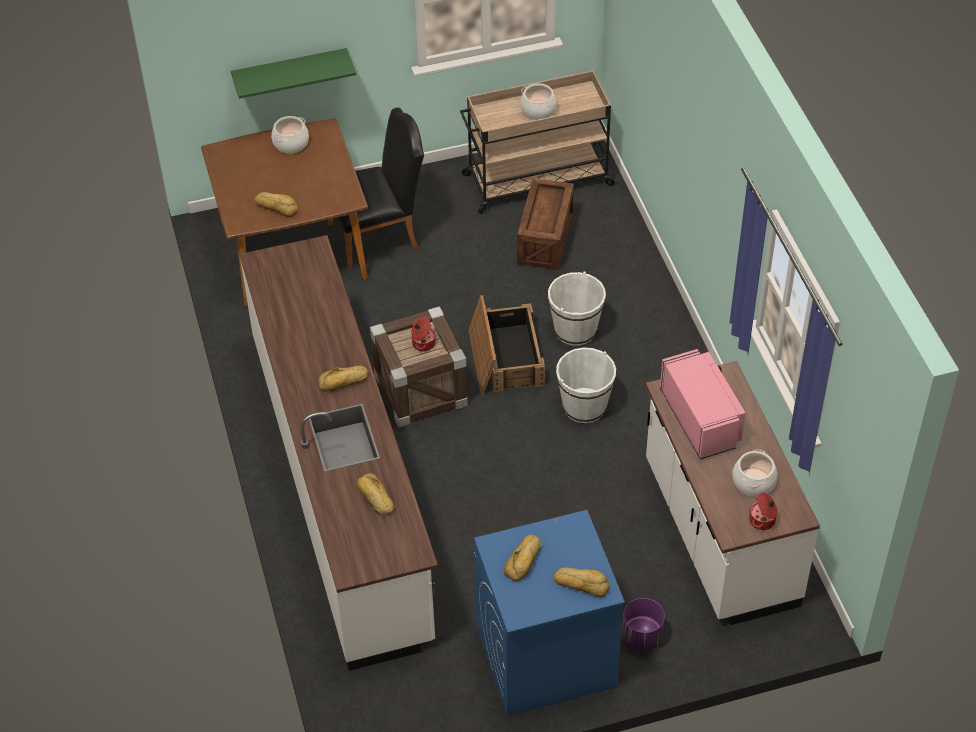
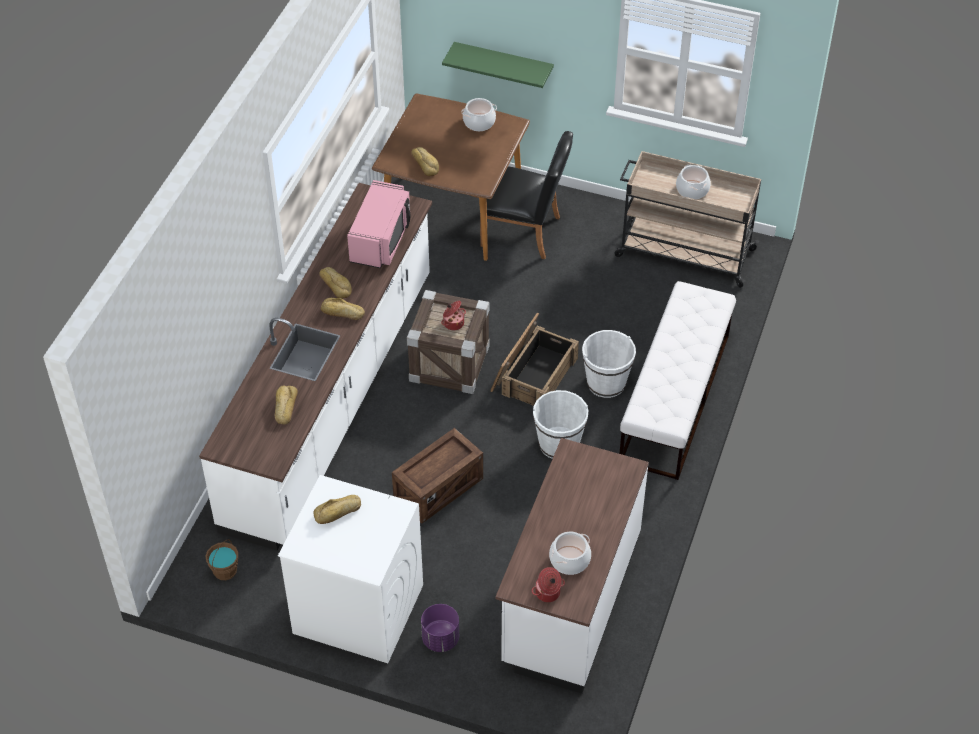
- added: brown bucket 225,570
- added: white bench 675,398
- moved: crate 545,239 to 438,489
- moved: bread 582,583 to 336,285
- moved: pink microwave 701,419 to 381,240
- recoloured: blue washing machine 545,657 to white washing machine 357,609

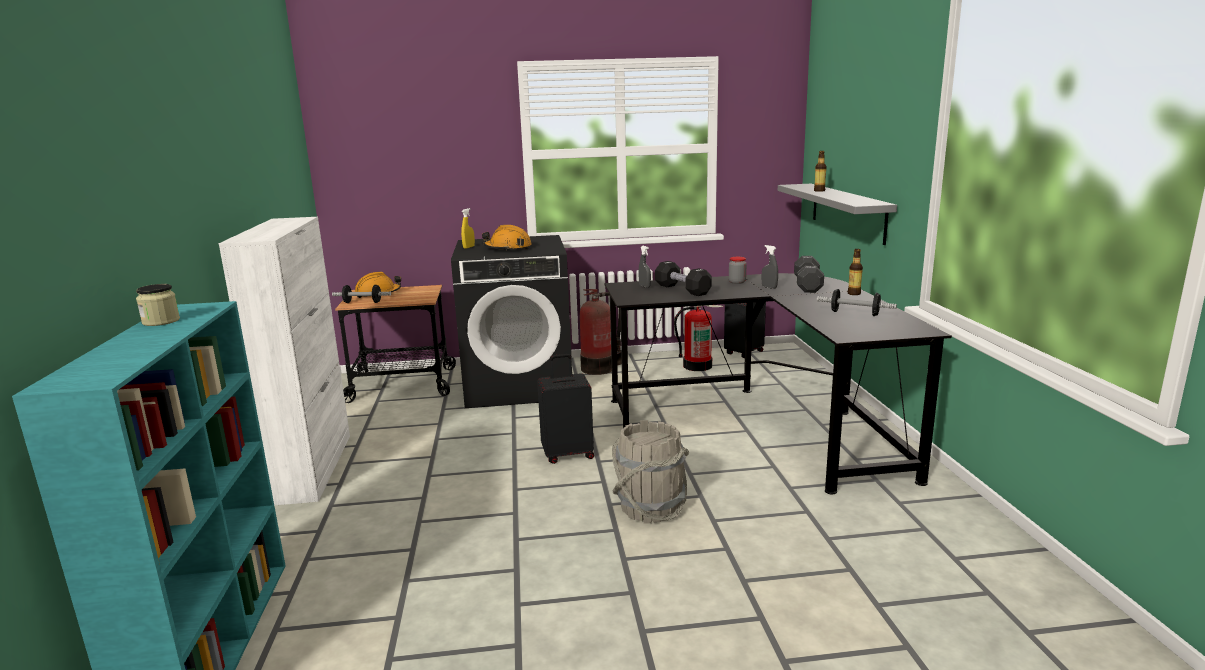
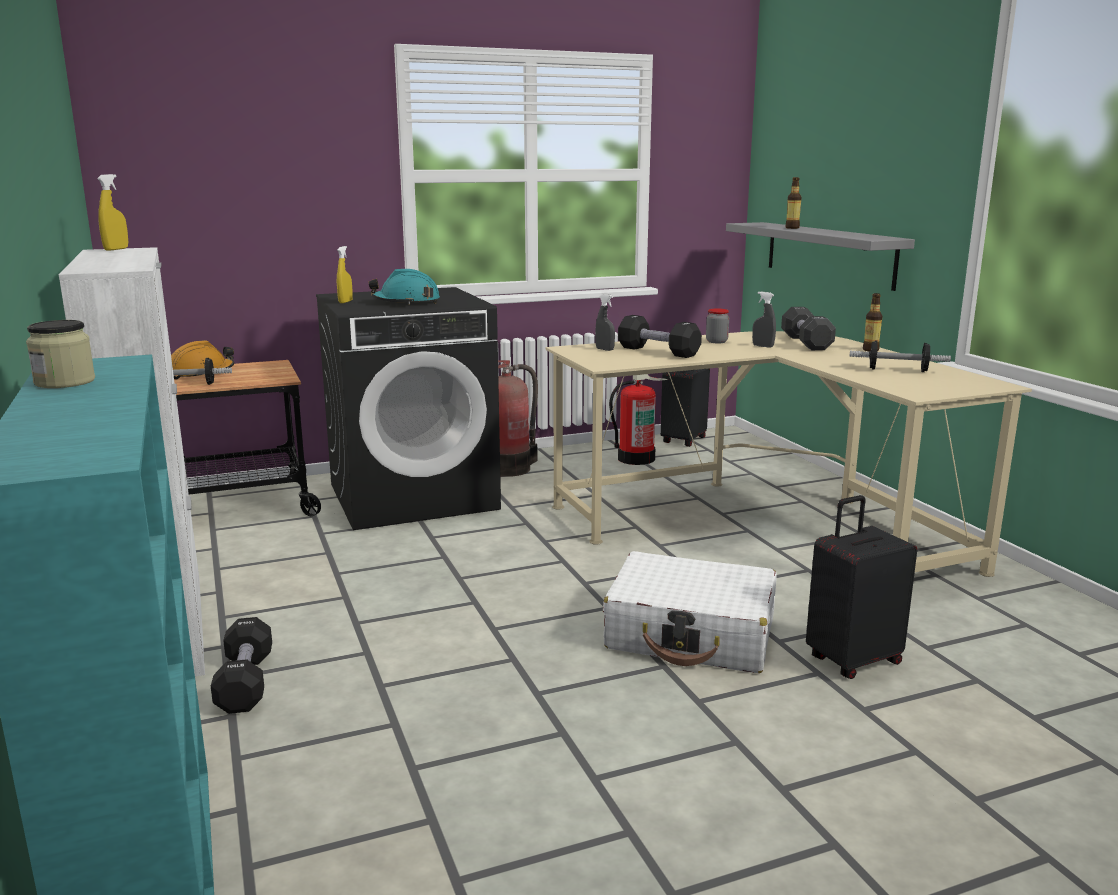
- added: yellow spray bottle 116,249
- added: black dumbbell 245,682
- moved: black suitcase 568,454 to 852,660
- replaced: grey bucket 651,508 to white suitcase 691,634
- recoloured: orange hard hat 508,248 to turquoise hard hat 406,302
- recoloured: black desk 764,423 to beige desk 763,520

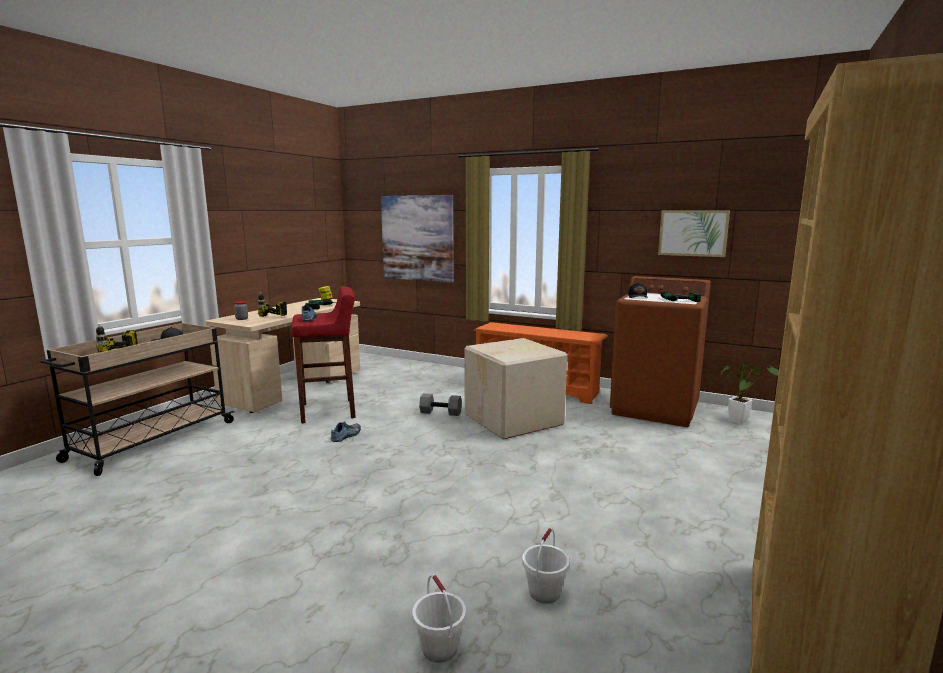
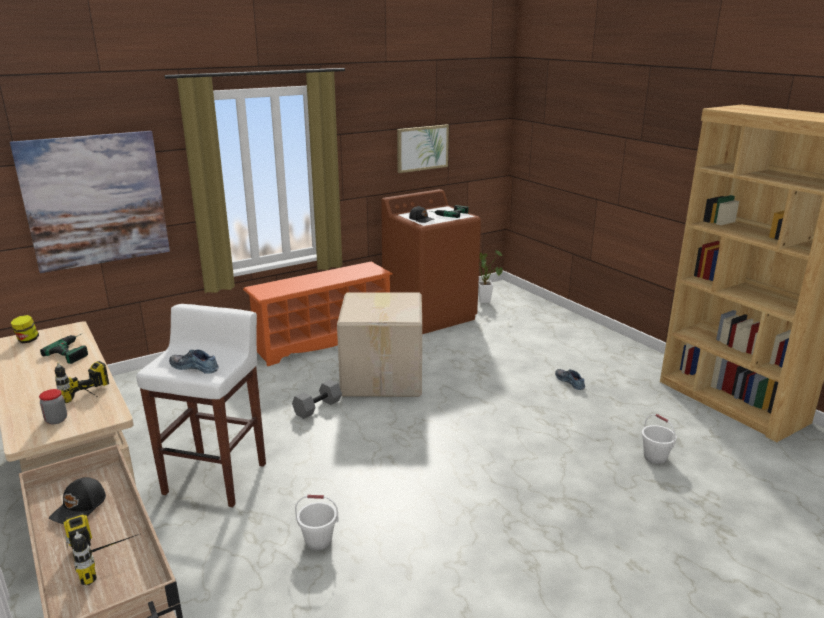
- moved: shoe 347,436 to 570,381
- moved: white bucket 439,648 to 318,541
- recoloured: red stool 329,411 to white stool 216,478

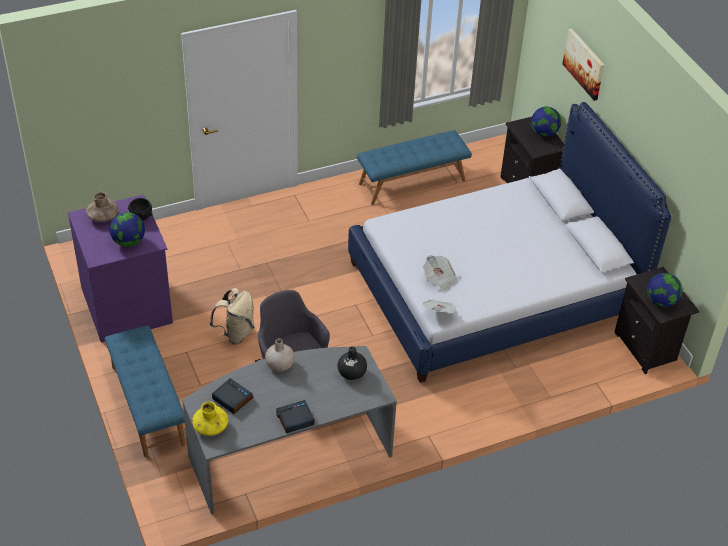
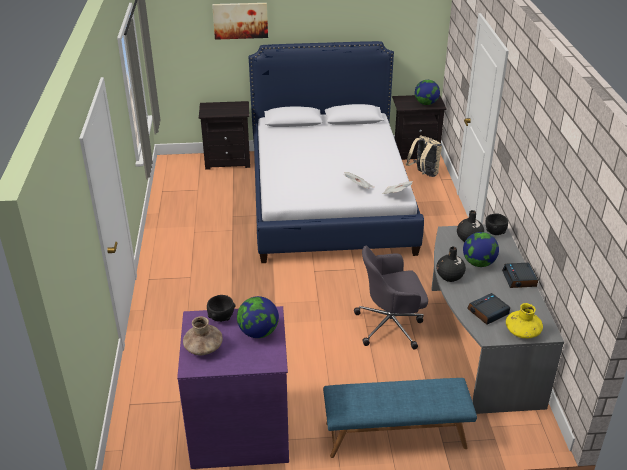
- removed: blue bench 412,181
- added: black bowl 495,232
- moved: beige backpack 236,333 to 423,174
- moved: globe 544,133 to 478,263
- recoloured: beige vase 279,365 to black vase 449,276

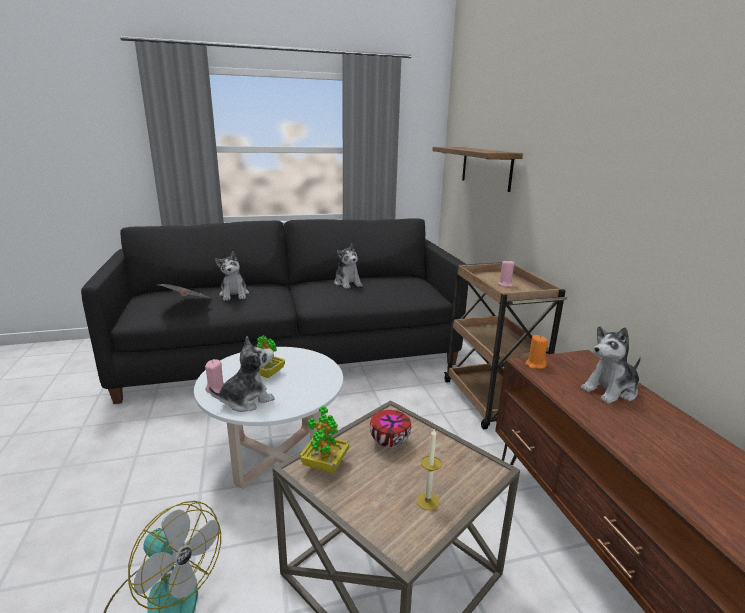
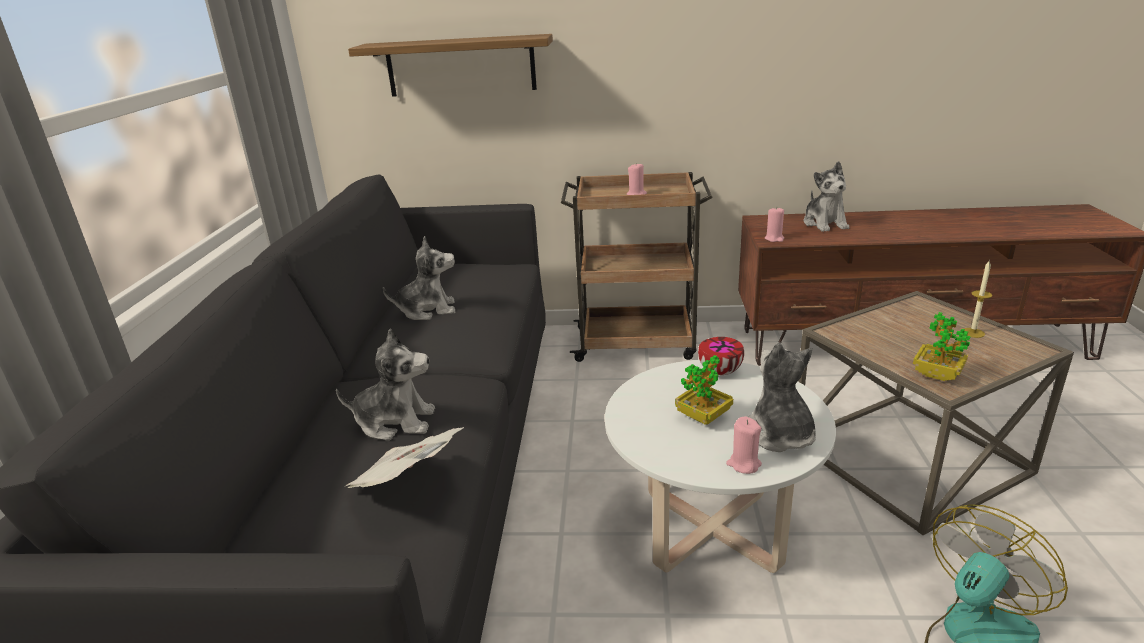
- moved: bowl 389,441 to 718,371
- recoloured: orange candle 535,365 to pink candle 774,238

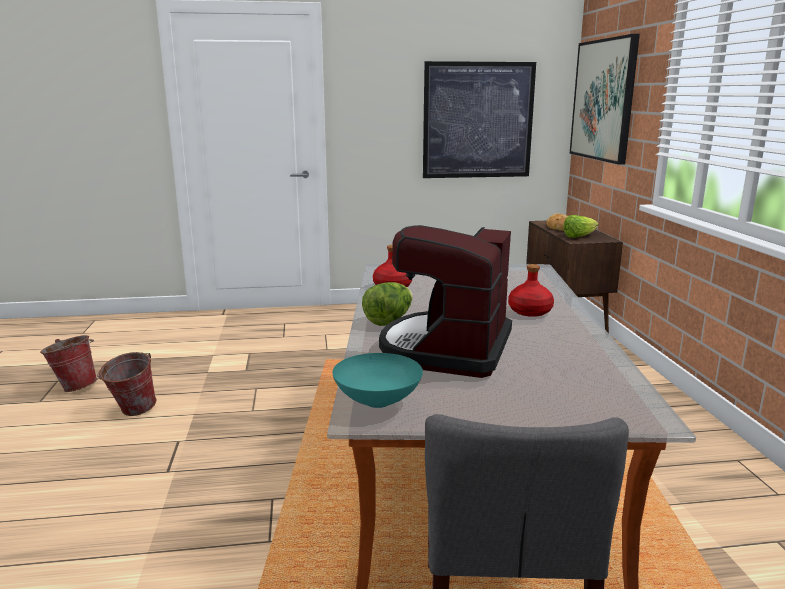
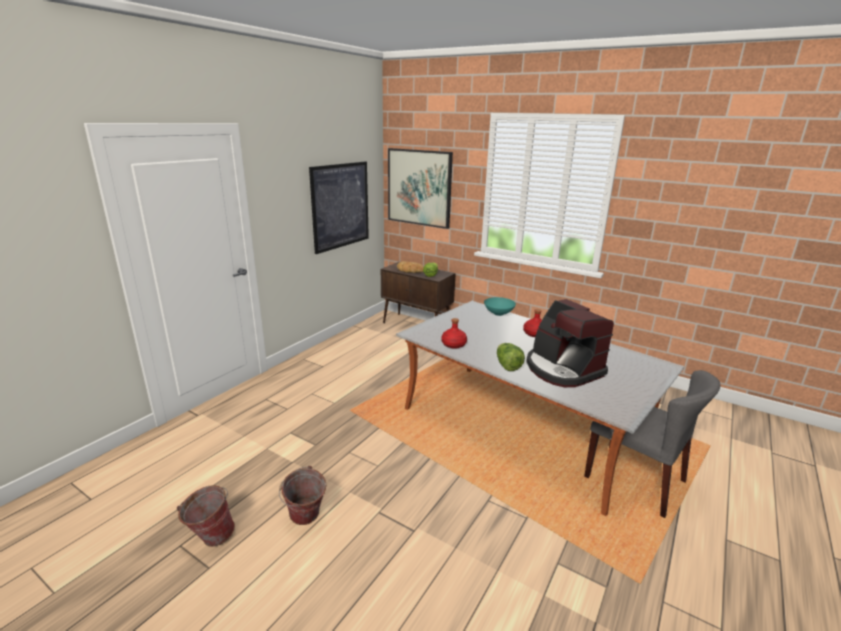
- moved: turquoise bowl 378,400 to 498,313

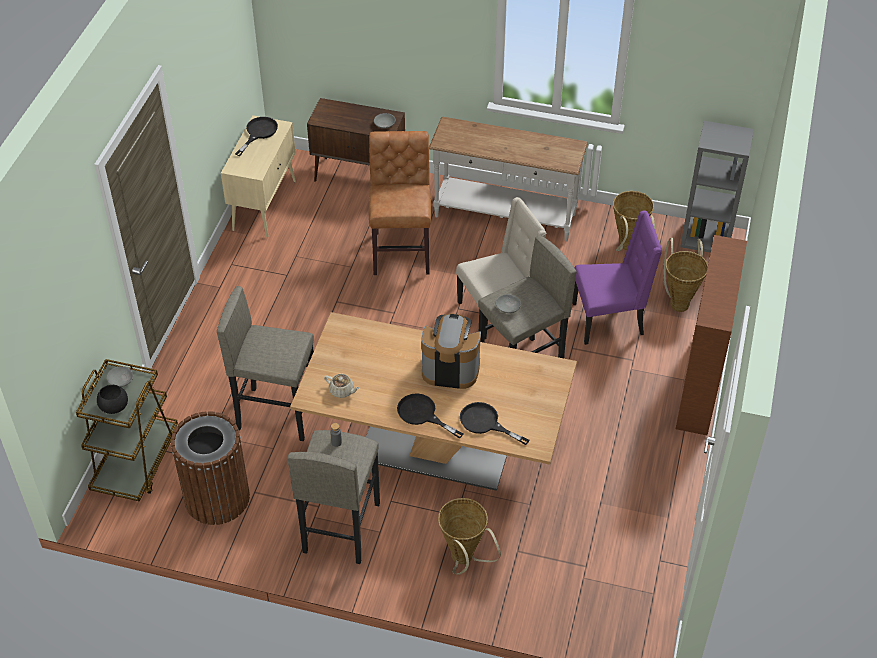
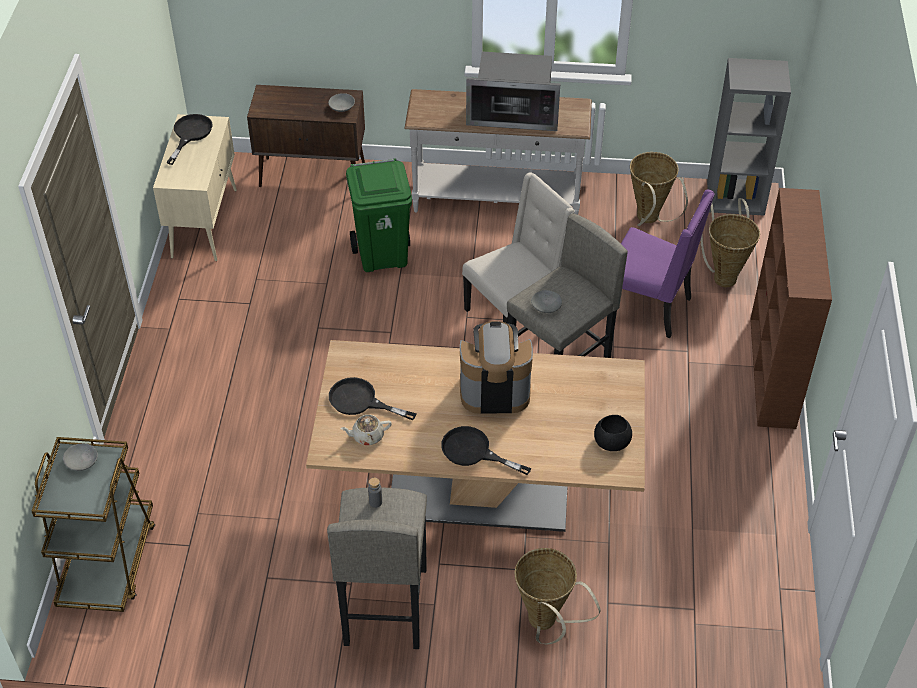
- removed: brown trash can 217,498
- removed: grey stool 277,413
- added: microwave 513,113
- moved: black bowl 113,406 to 611,442
- moved: black frying pan 485,423 to 360,401
- replaced: brown chair 401,250 to green trash can 383,256
- turned: beige teapot 342,391 = 367,436 150 degrees clockwise
- turned: purple chair 609,320 = 648,307 45 degrees clockwise

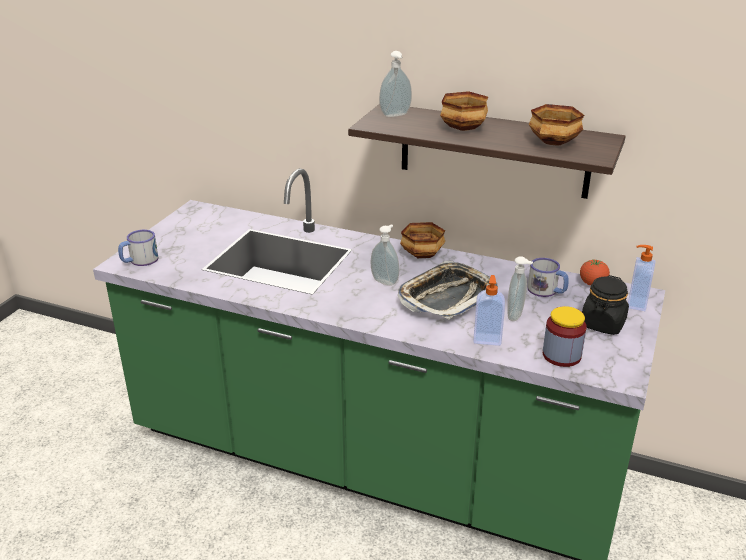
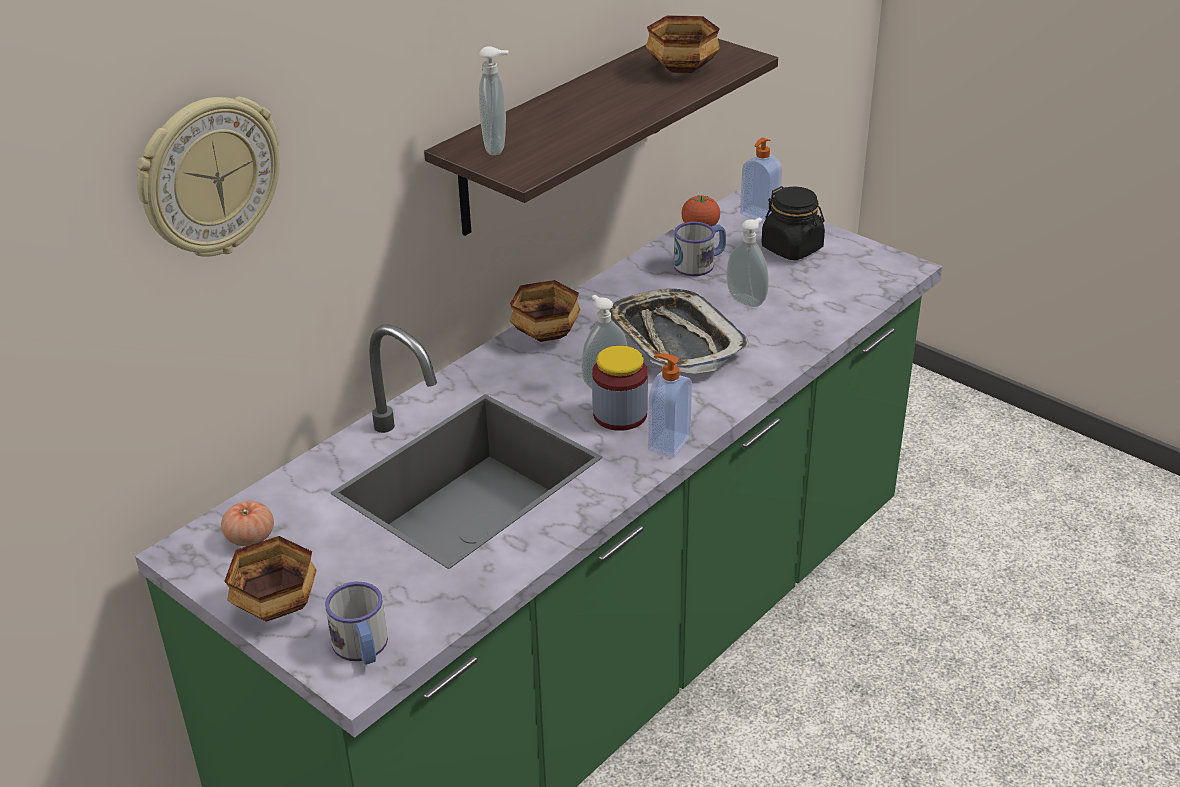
- added: wall clock 209,177
- added: tomato 250,537
- moved: bowl 461,128 to 275,608
- moved: soap dispenser 487,338 to 667,443
- moved: jar 561,355 to 620,414

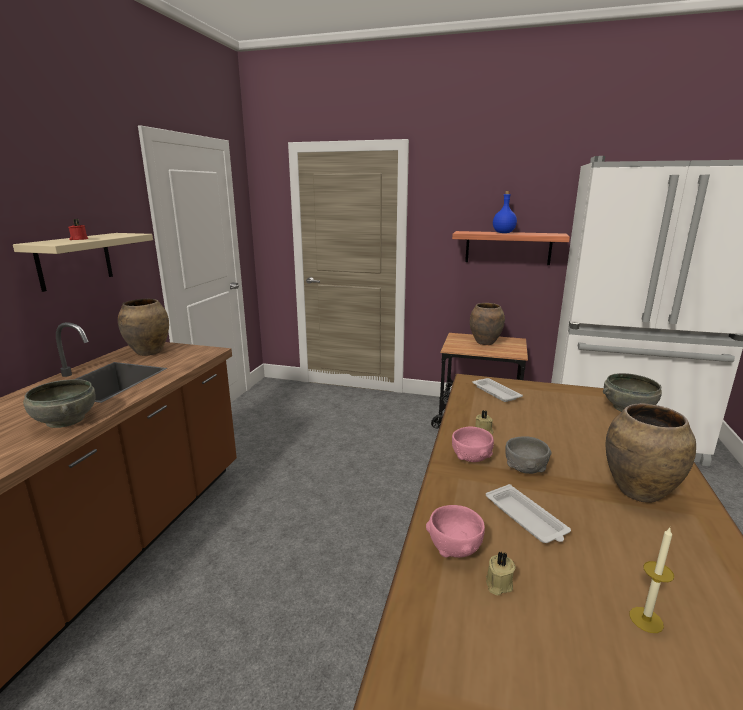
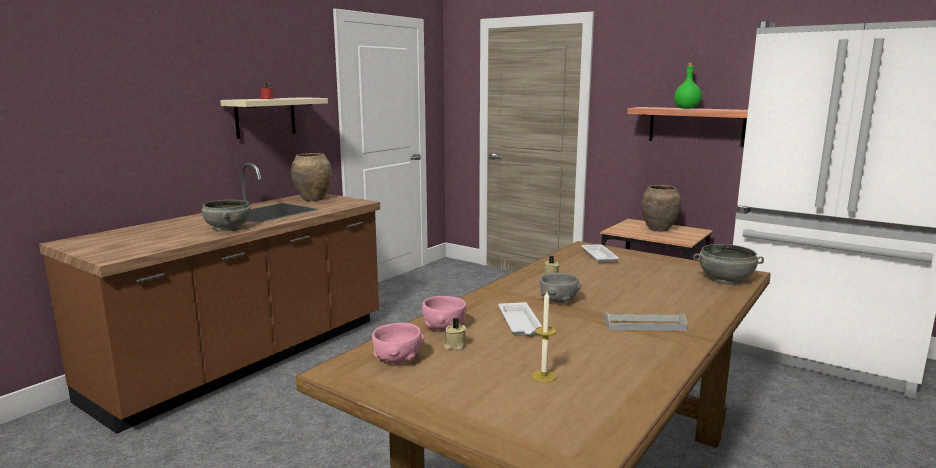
- moved: pink bowl 471,457 to 397,359
- replaced: brown vase 639,492 to grey tray 644,325
- recoloured: blue bottle 504,233 to green bottle 686,108

